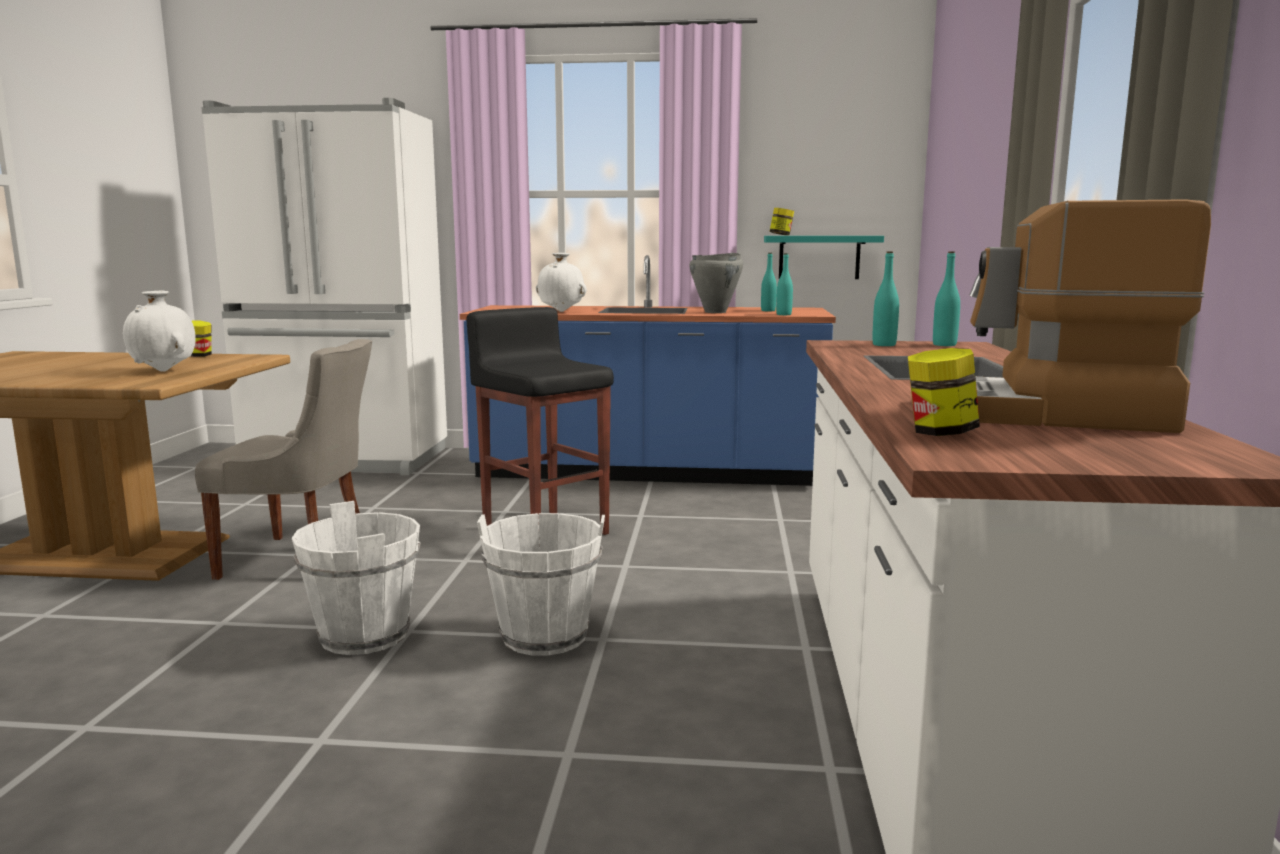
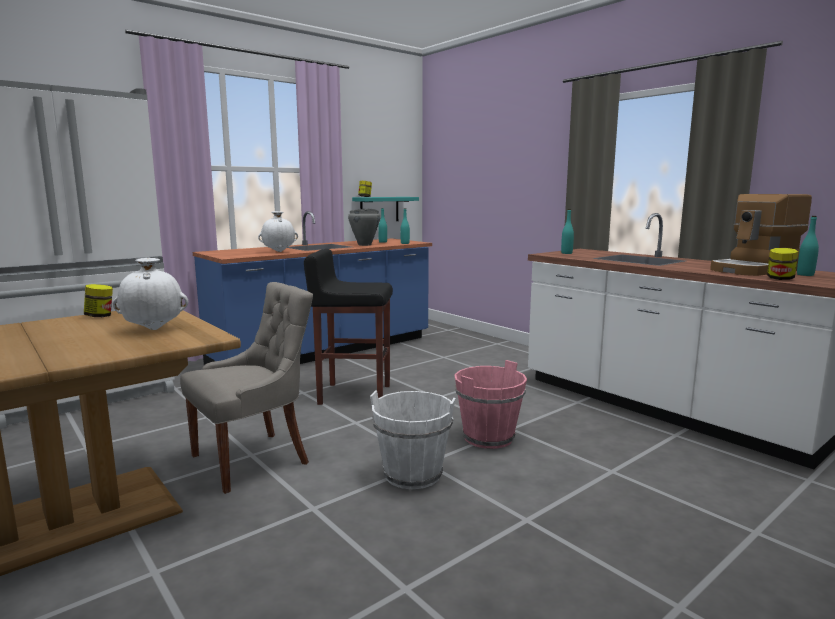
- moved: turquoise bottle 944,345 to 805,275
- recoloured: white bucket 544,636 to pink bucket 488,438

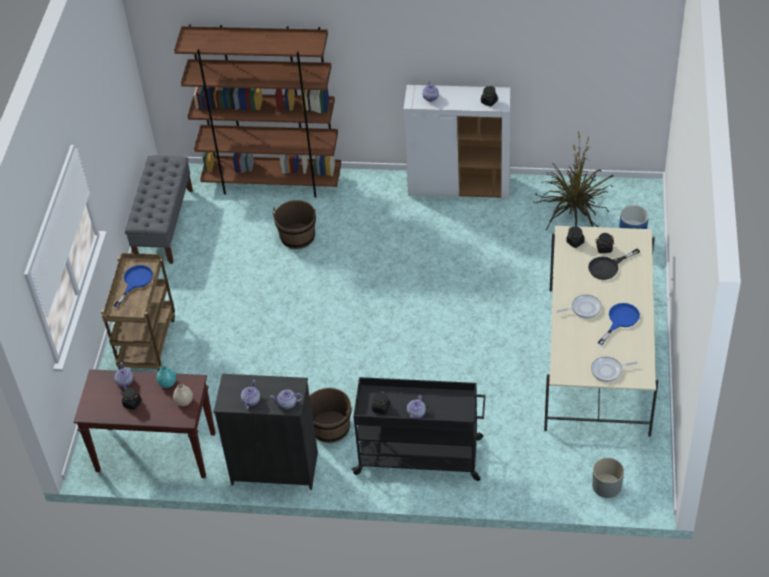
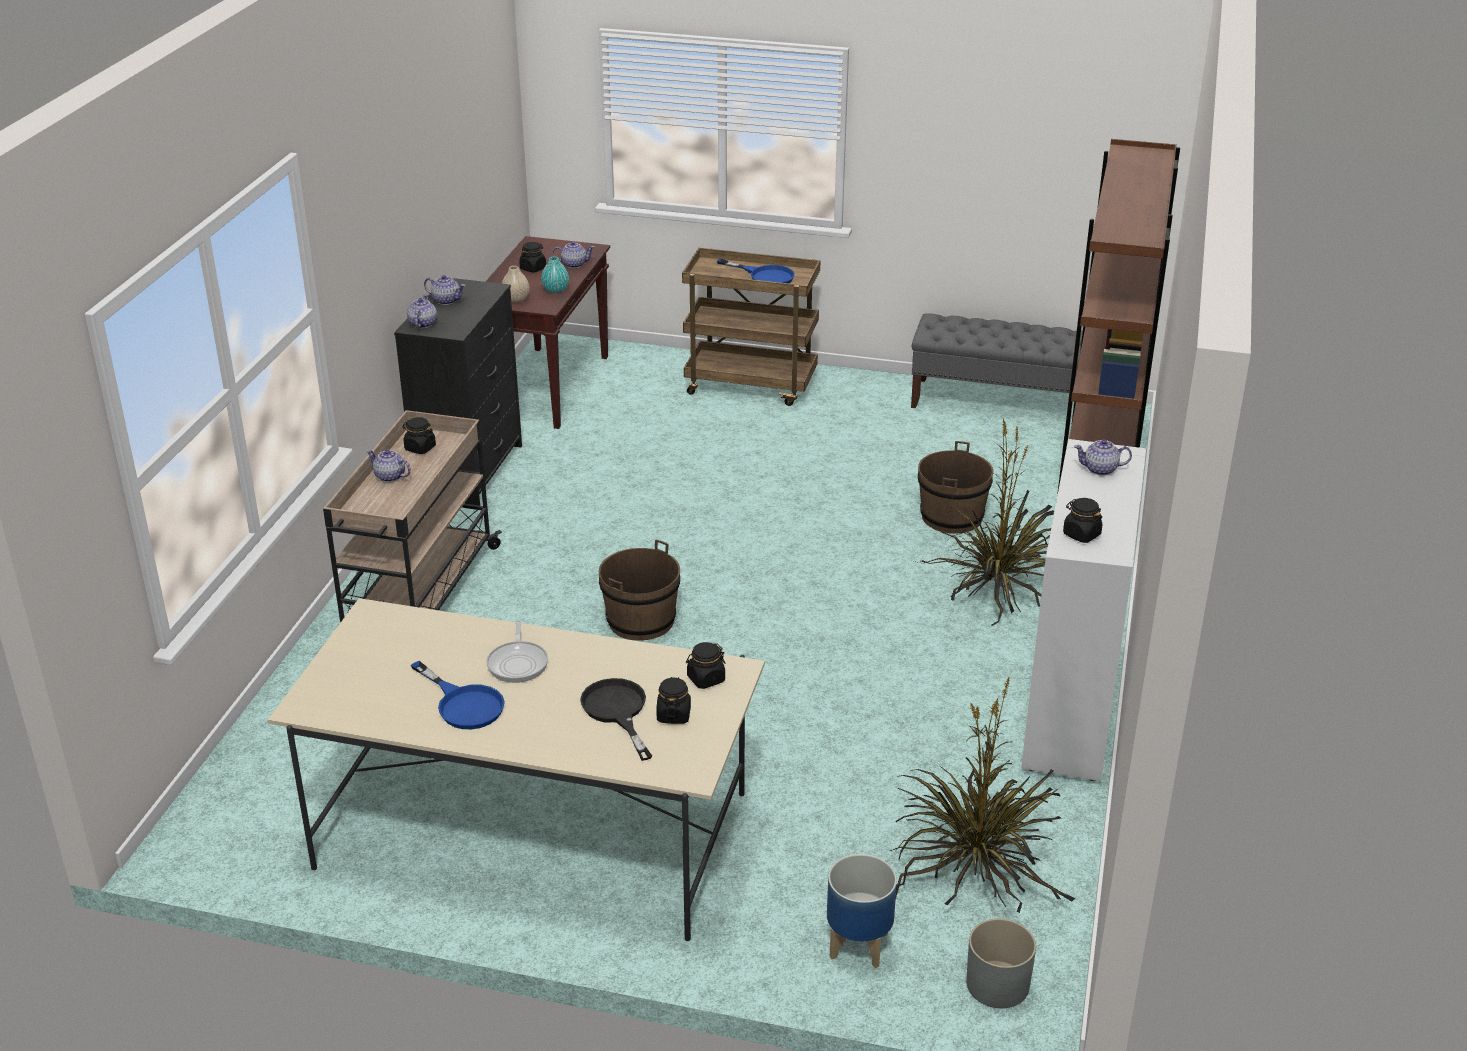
- removed: frying pan 608,370
- added: potted plant 999,593
- moved: brown bucket 330,427 to 640,621
- moved: grey planter 606,486 to 997,984
- recoloured: black cart 420,456 to beige cart 419,597

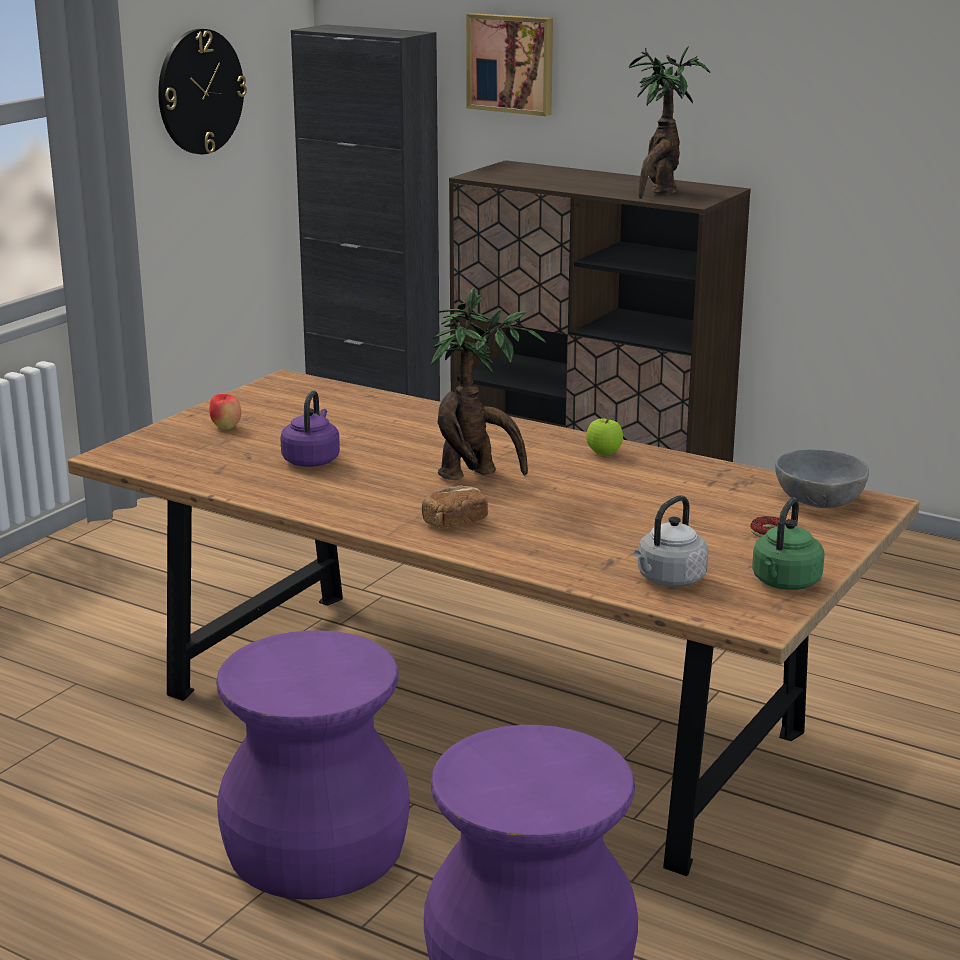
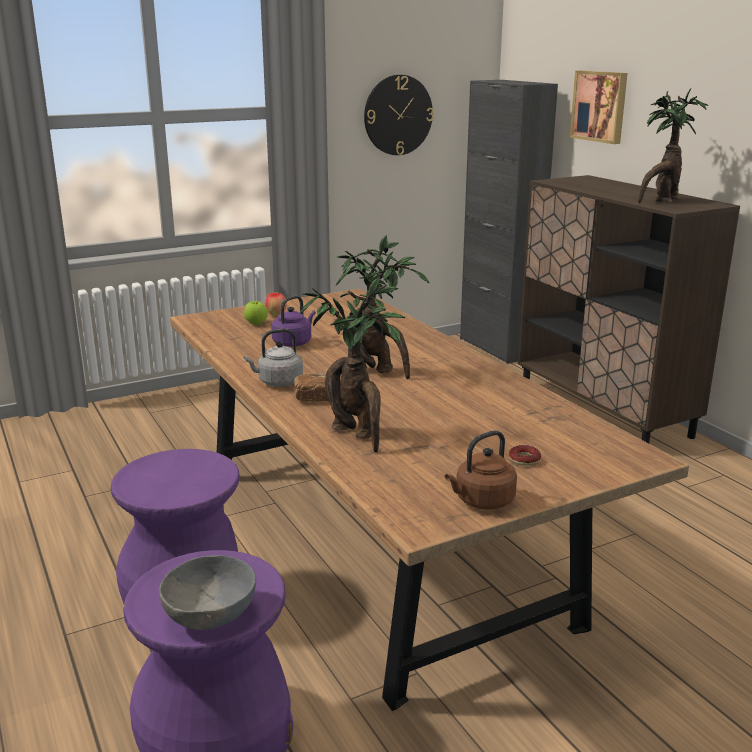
- added: potted plant 357,435
- moved: apple 604,453 to 256,324
- moved: grey kettle 669,580 to 278,382
- moved: grey bowl 820,500 to 211,613
- recoloured: green kettle 784,583 to brown kettle 482,501

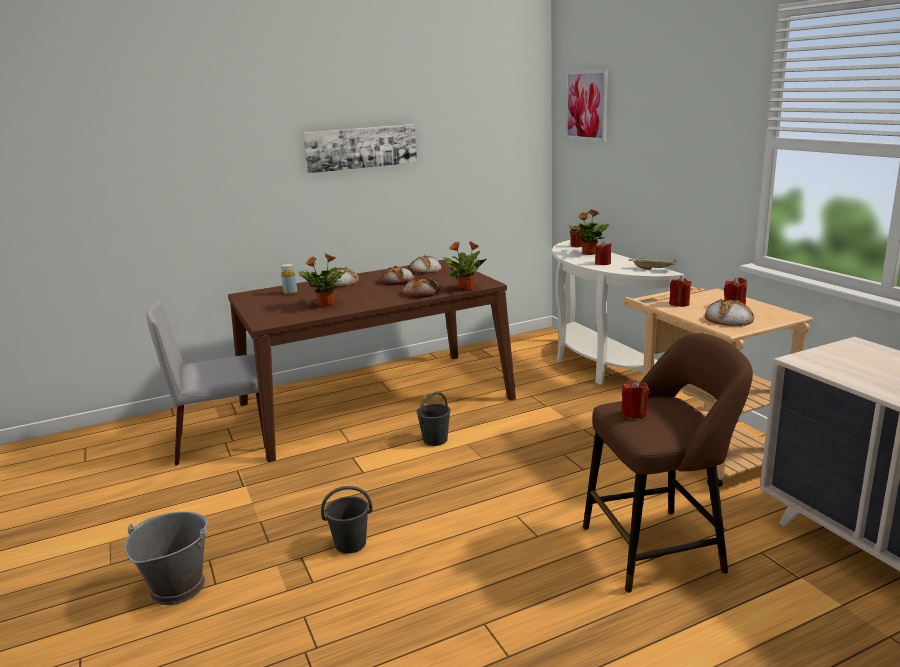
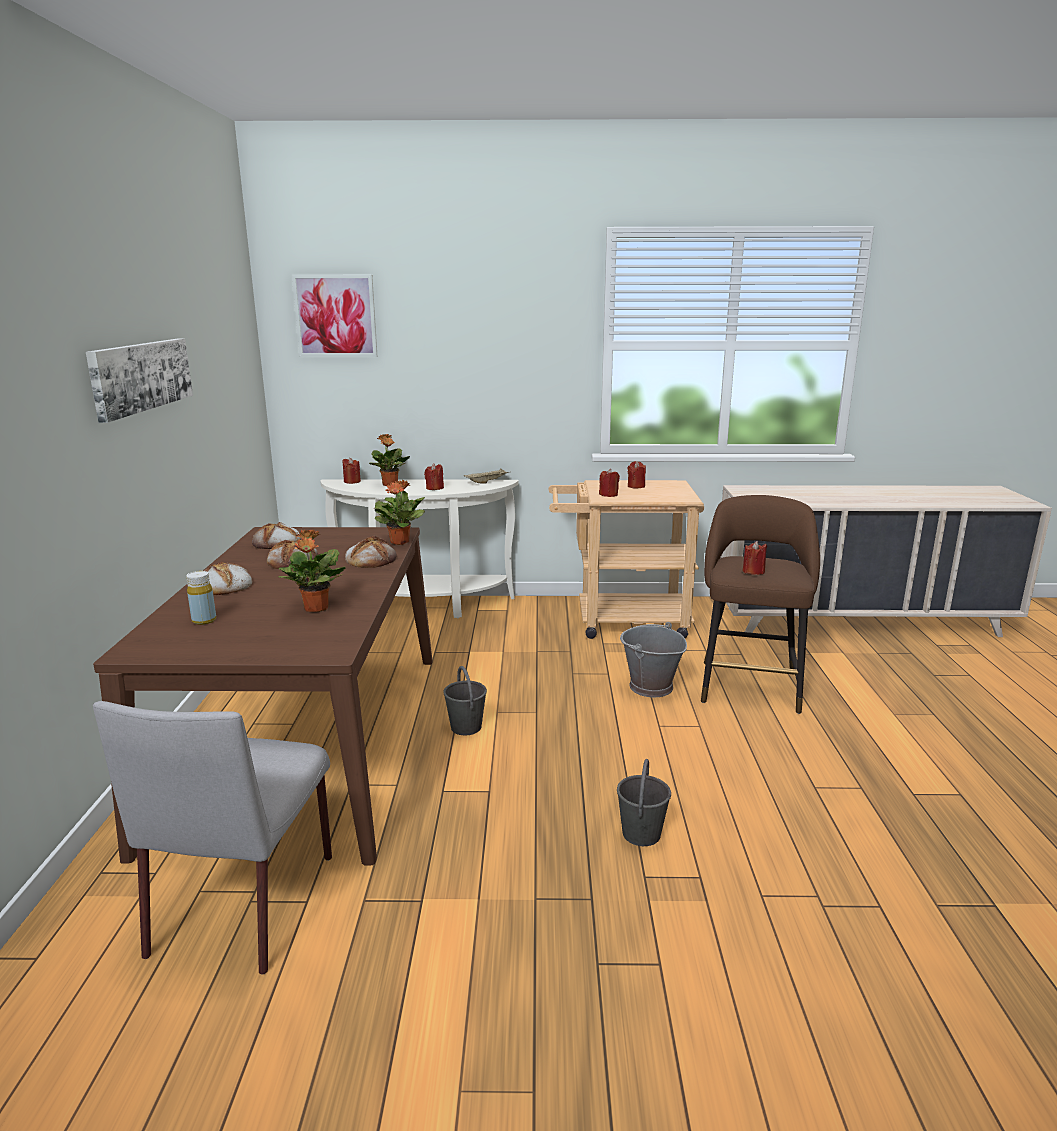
- removed: bread 728,319
- moved: grey bucket 177,587 to 650,687

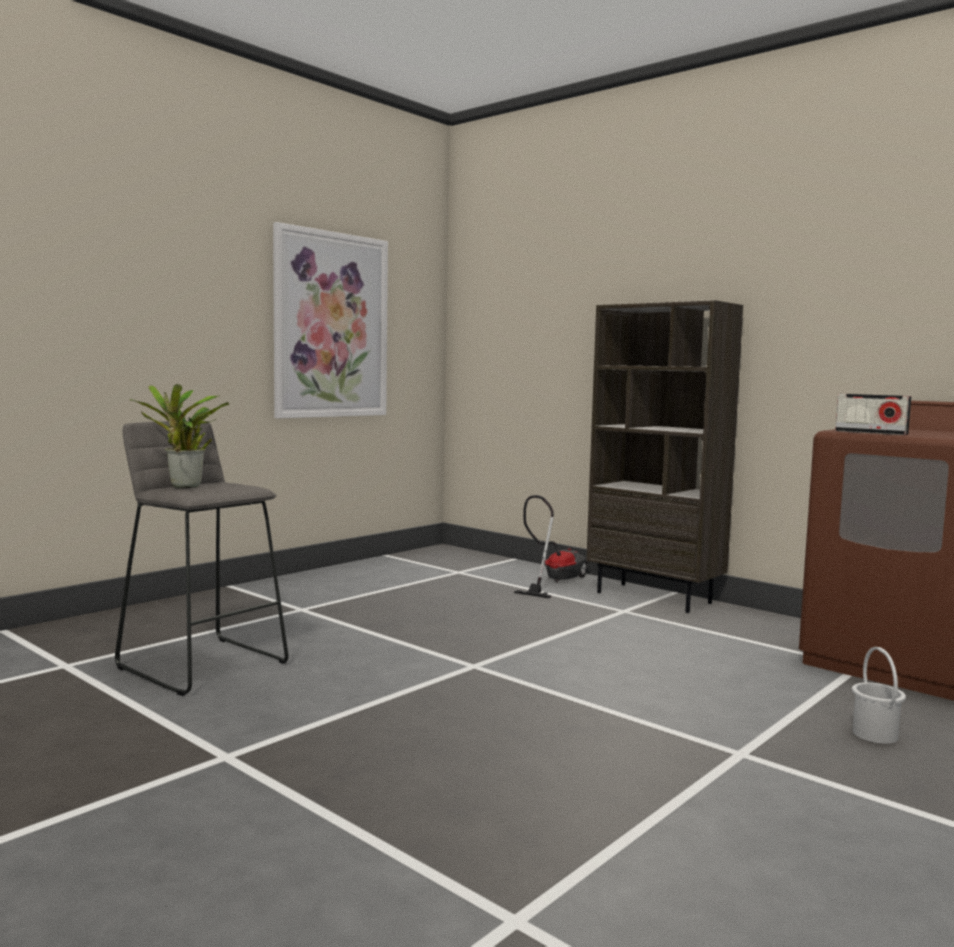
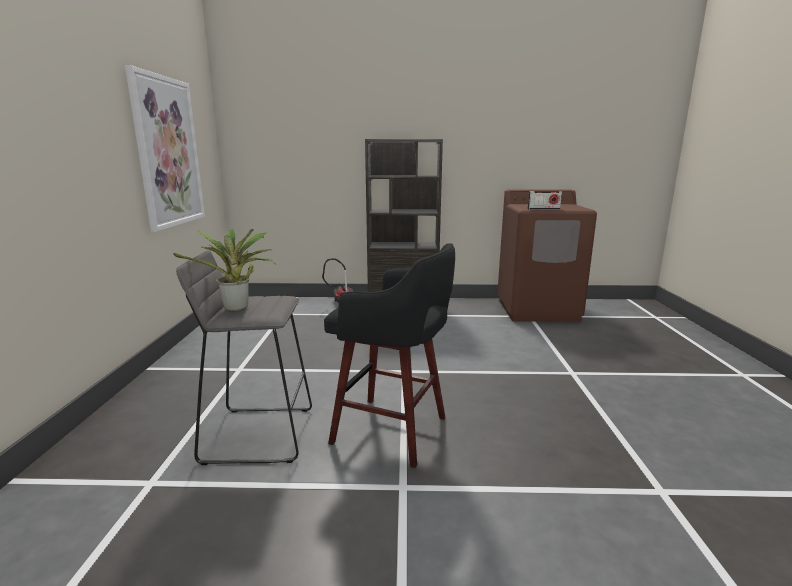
- removed: white bucket 875,734
- added: black stool 393,431

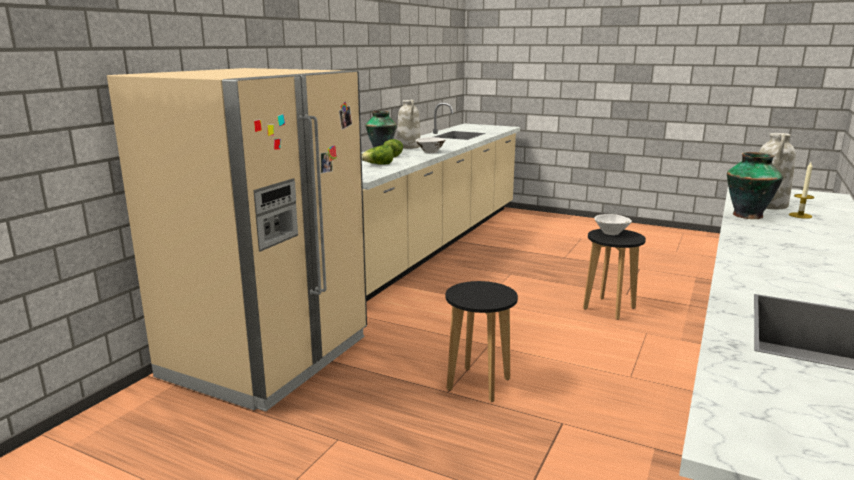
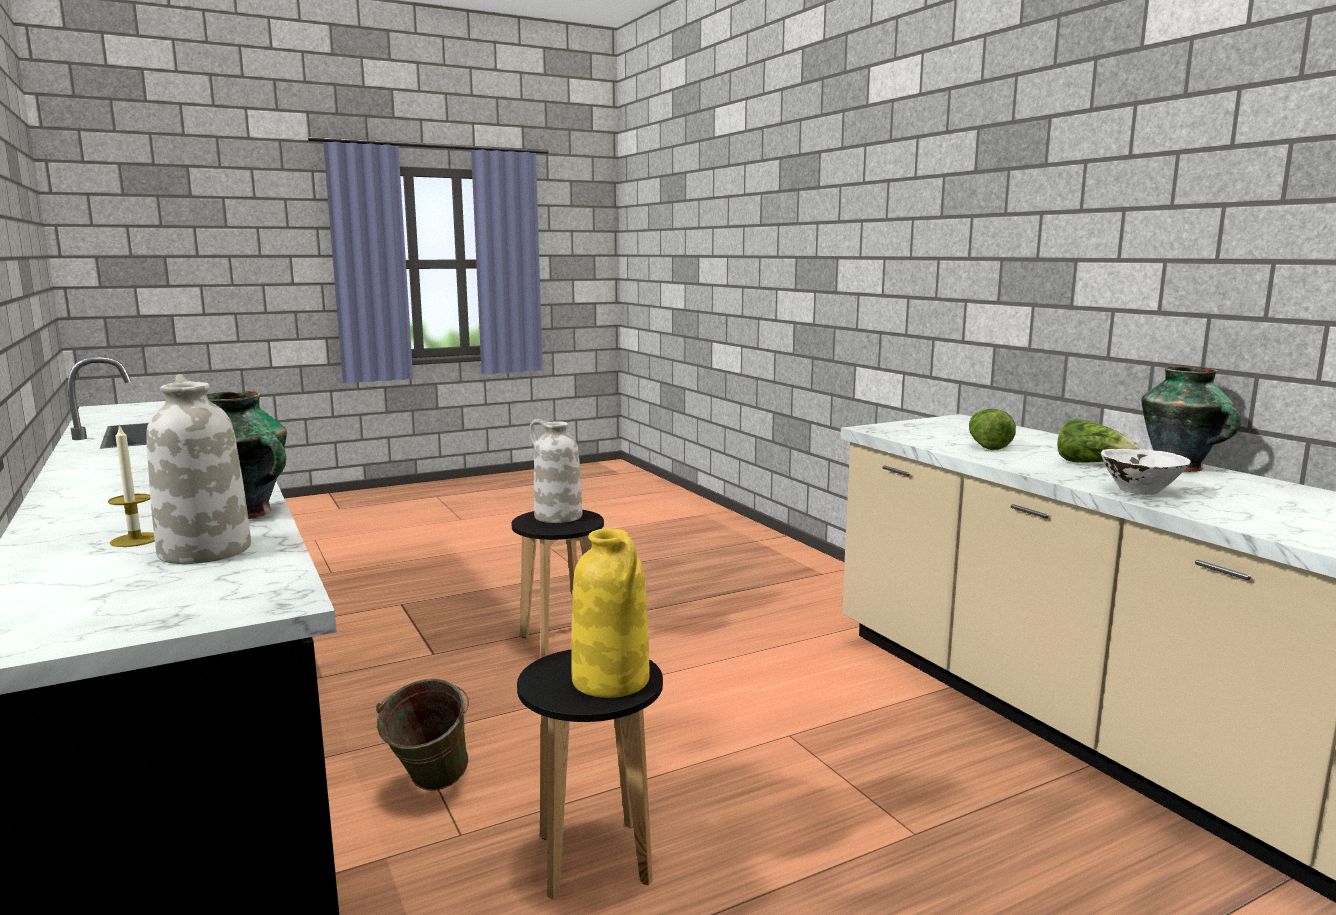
- removed: beige fridge 267,357
- added: green bucket 429,788
- moved: white vase 409,147 to 557,516
- replaced: white bowl 611,233 to yellow vase 612,680

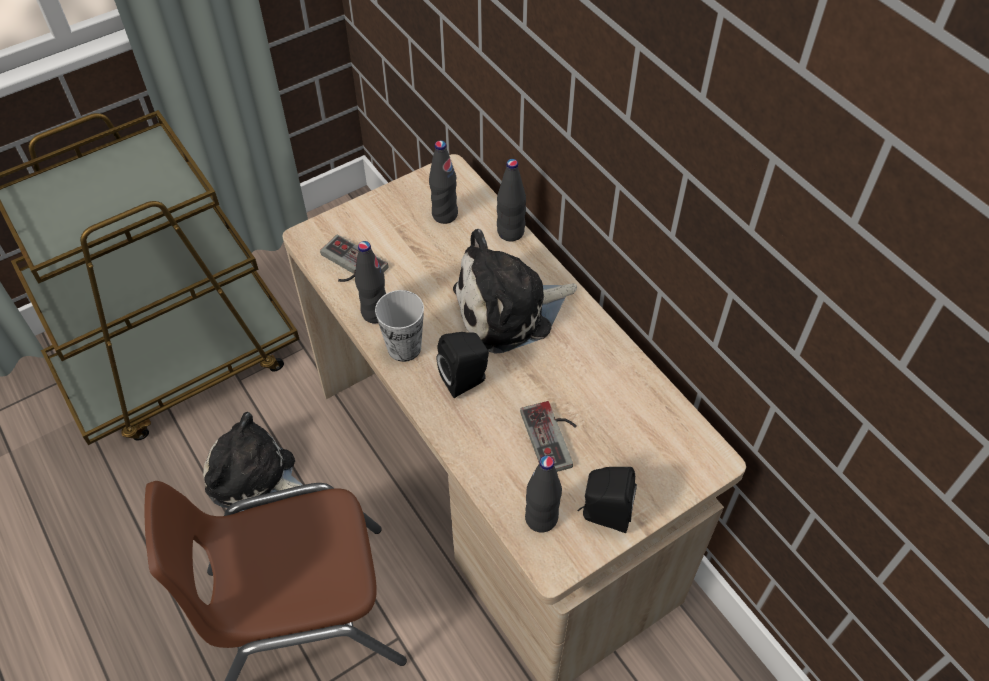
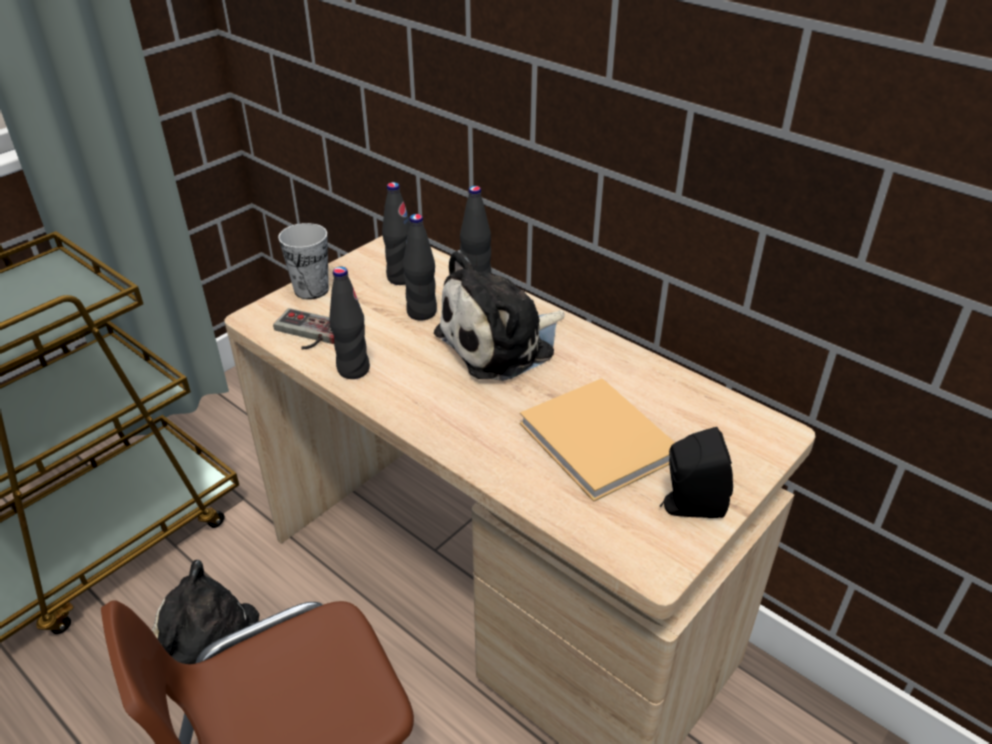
- removed: black speaker 466,380
- moved: cup 404,347 to 311,290
- moved: black bottle 541,518 to 422,312
- replaced: game controller 554,436 to beige book 600,444

